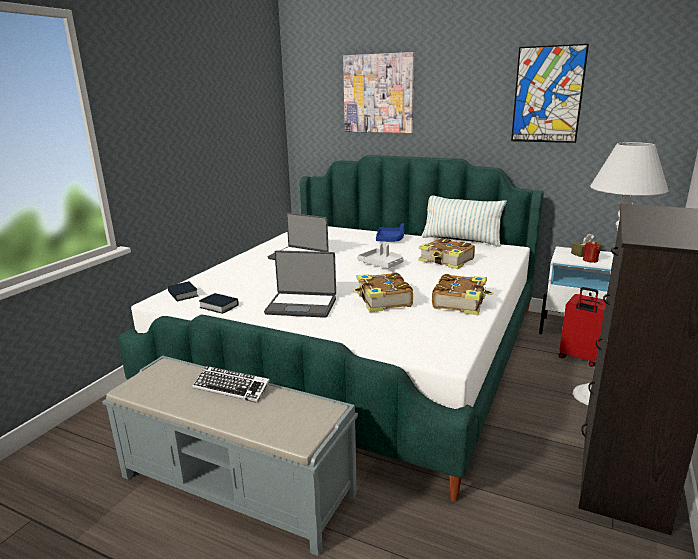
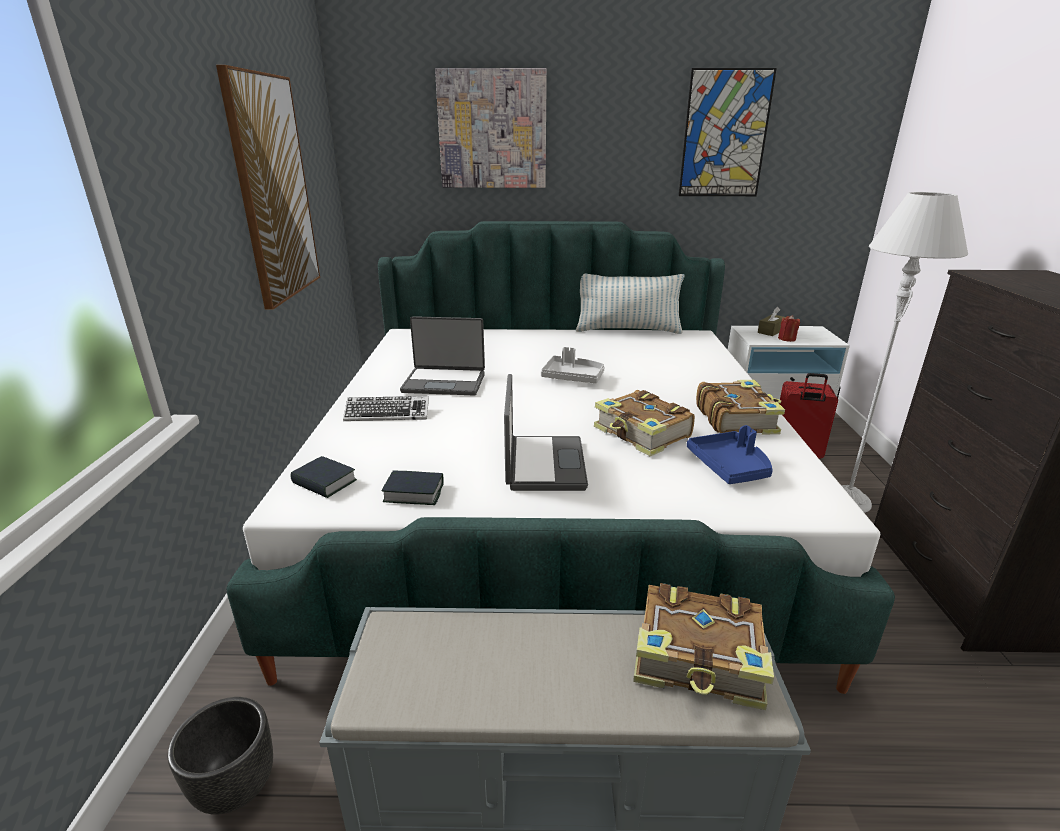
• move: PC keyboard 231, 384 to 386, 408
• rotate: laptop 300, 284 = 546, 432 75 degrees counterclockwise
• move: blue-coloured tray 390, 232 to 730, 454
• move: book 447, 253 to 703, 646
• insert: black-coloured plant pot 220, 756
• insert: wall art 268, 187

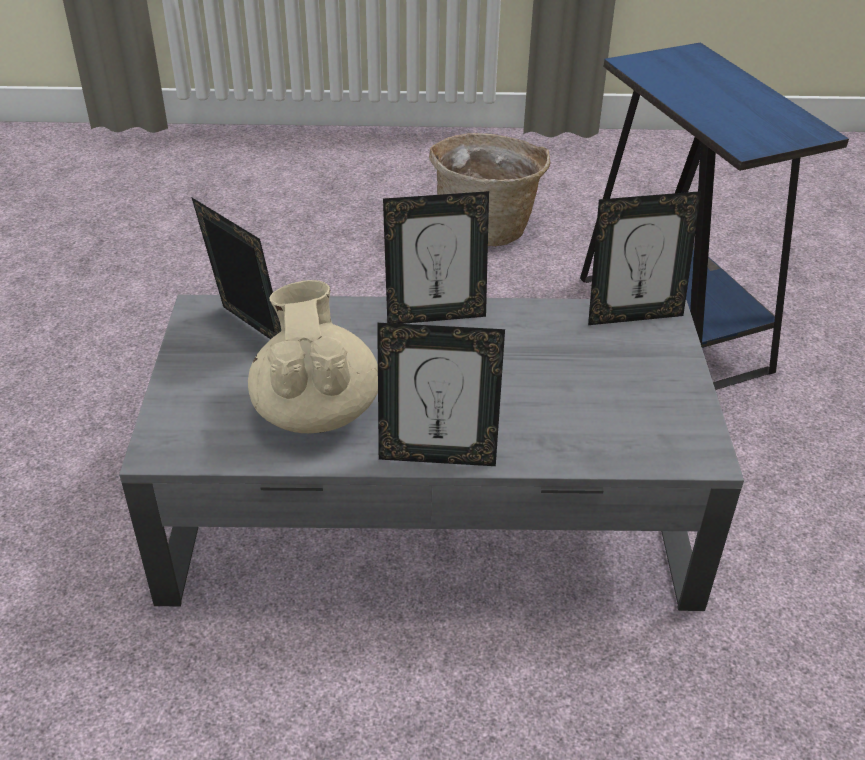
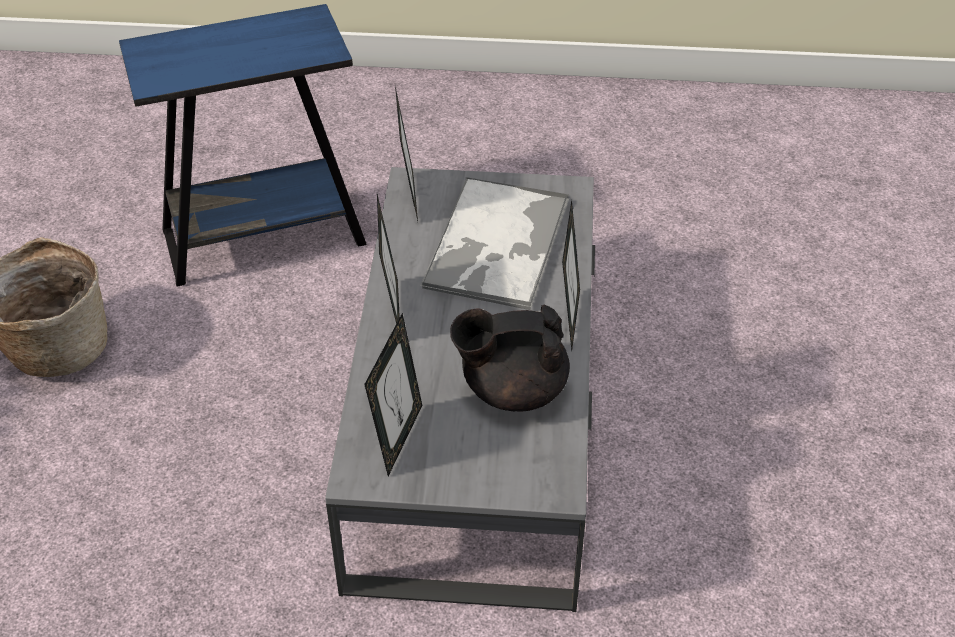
• rotate: standing frame 236, 268 = 393, 394 150 degrees clockwise
• recolor: beige-coloured teapot 313, 356 to black-coloured teapot 510, 358
• insert: tray 494, 243

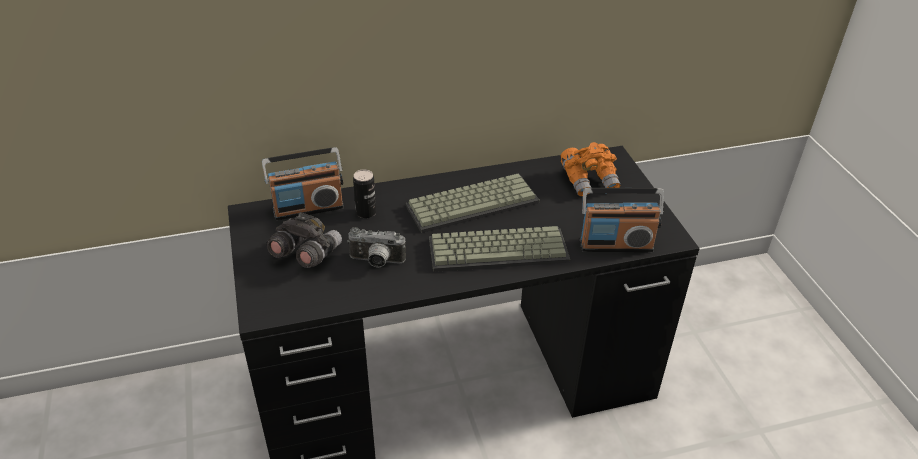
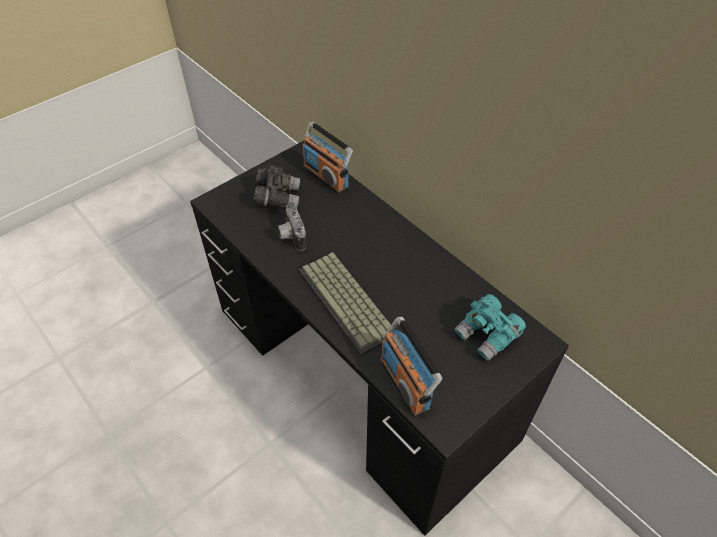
• delete: sealed can 364, 193
• delete: PC keyboard 473, 203
• recolor: orange binoculars 591, 169 to turquoise binoculars 490, 327

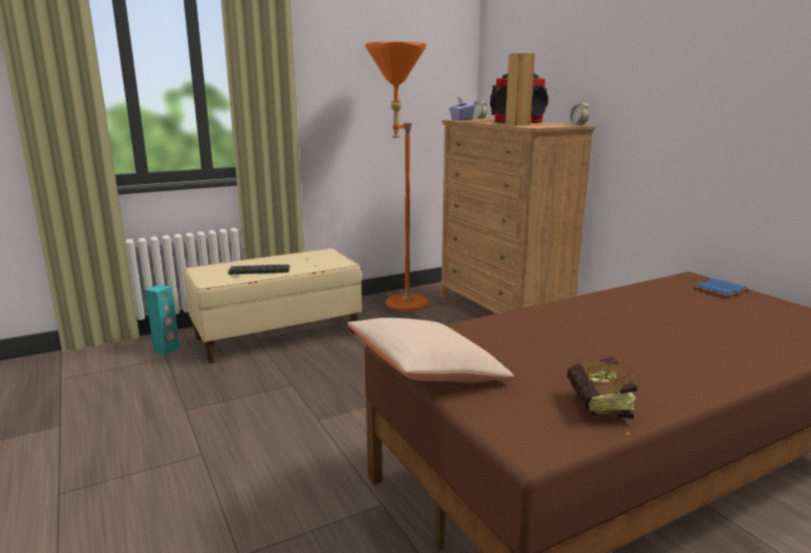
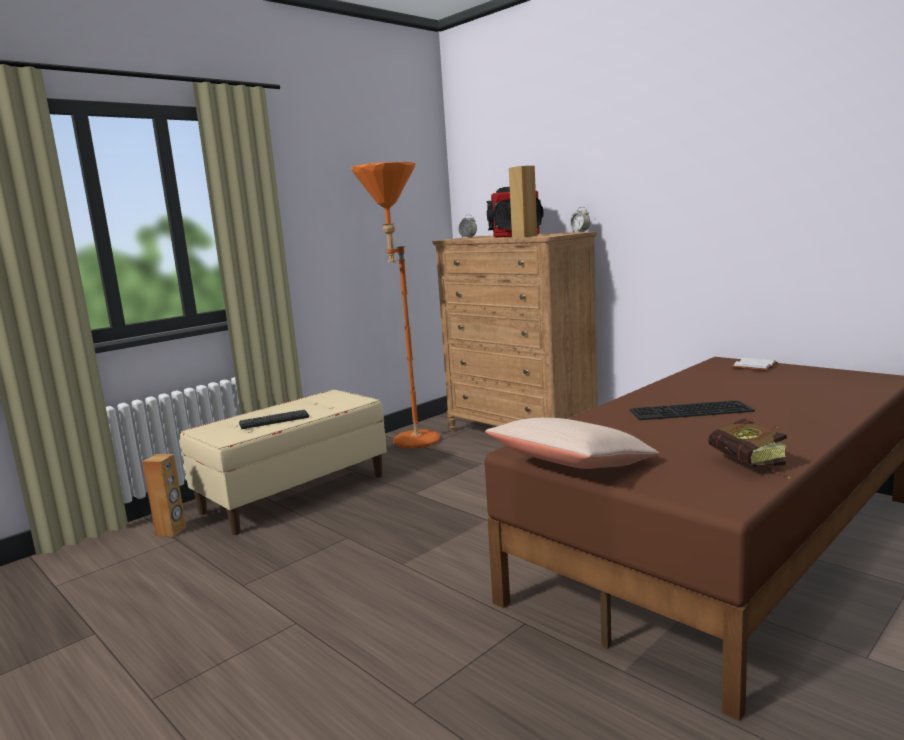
• recolor: turquoise audio speaker 162, 320 to brown audio speaker 164, 495
• delete: purple-coloured tissue holder 462, 108
• recolor: blue-coloured book 721, 288 to whitish book 755, 364
• insert: PC keyboard 692, 410

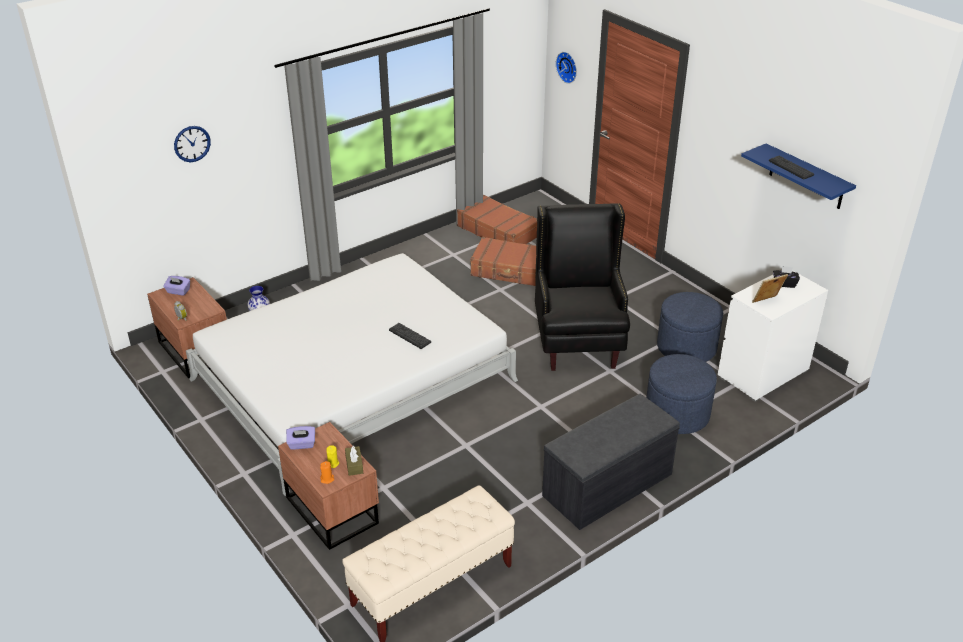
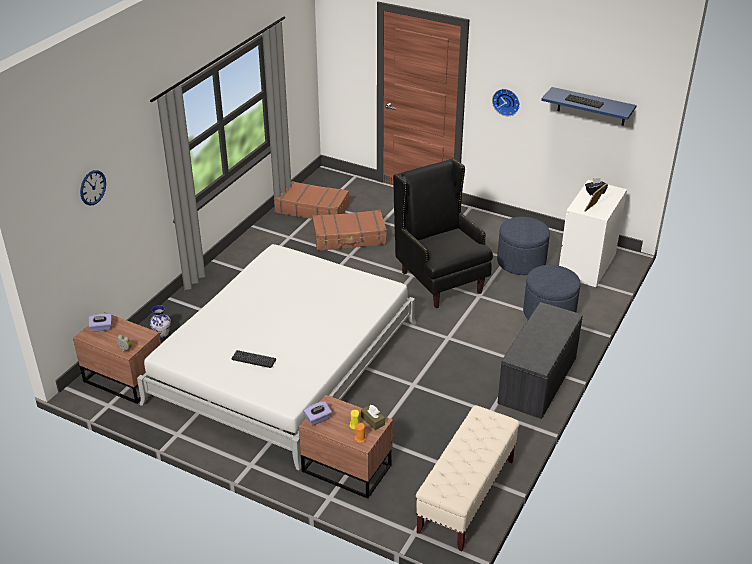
• move: PC keyboard 410, 336 to 253, 359
• move: wall clock 566, 68 to 506, 102

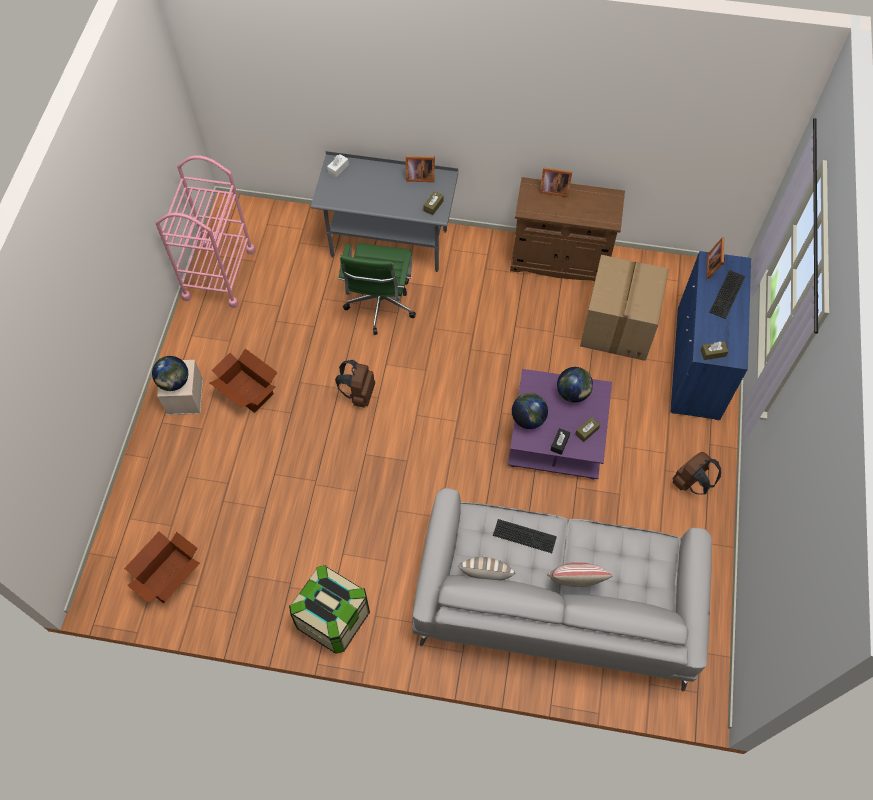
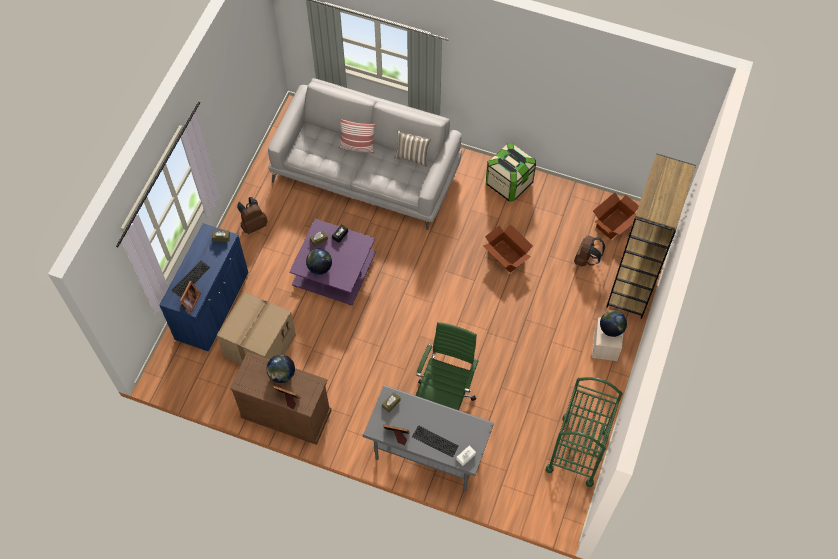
• recolor: pink cart 205, 231 to green-coloured cart 584, 432
• move: packing box 243, 381 to 508, 248
• move: brown knapsack 355, 383 to 589, 251
• move: PC keyboard 525, 536 to 435, 441
• move: world globe 530, 411 to 280, 368
• insert: brown shelving unit 651, 236

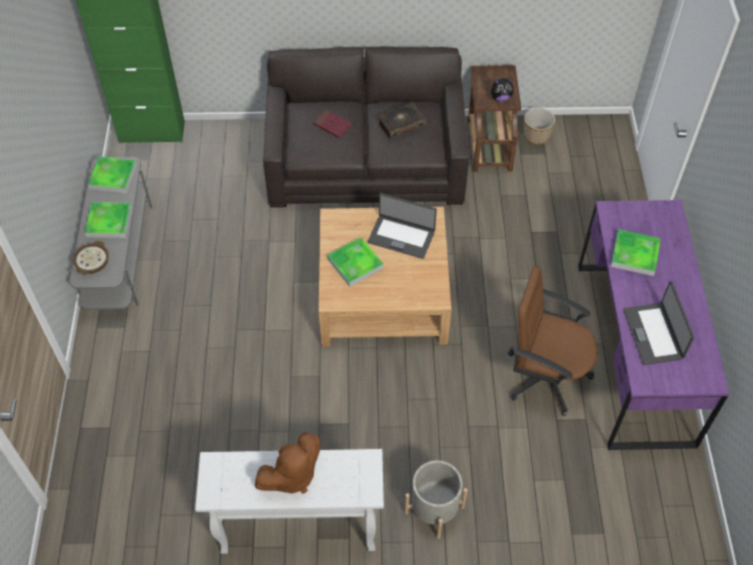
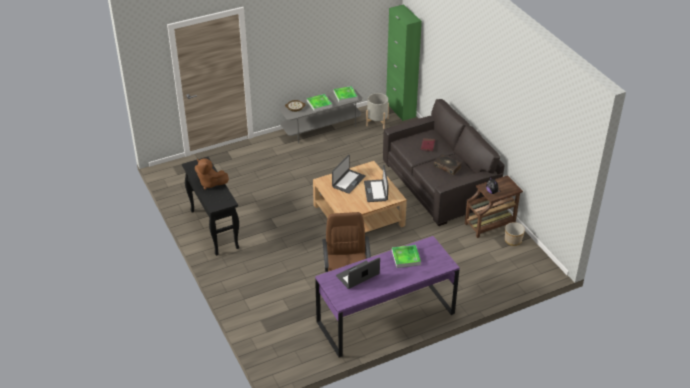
• recolor: whitish console table 289, 501 to black-coloured console table 210, 206
• replace: tray 355, 262 to laptop 349, 174
• move: greyish plant pot 436, 499 to 377, 111

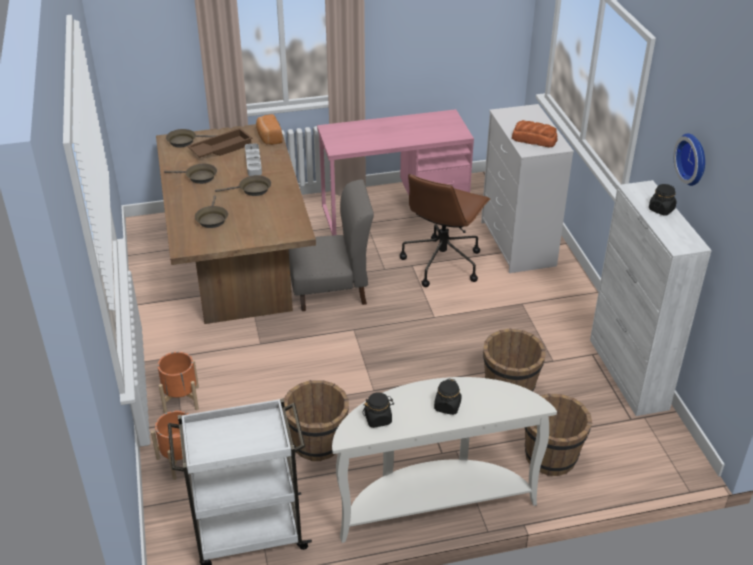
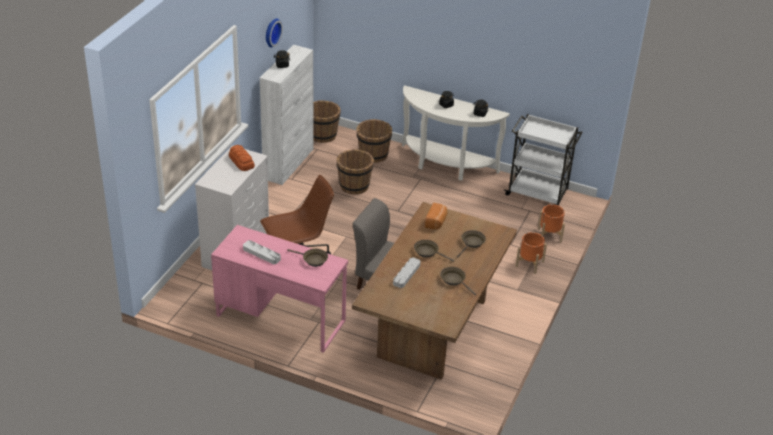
• move: brown frying pan 192, 138 to 307, 258
• delete: brown tray 220, 143
• move: bread 269, 129 to 436, 216
• move: brown pail 316, 420 to 327, 121
• insert: greyish tray 262, 252

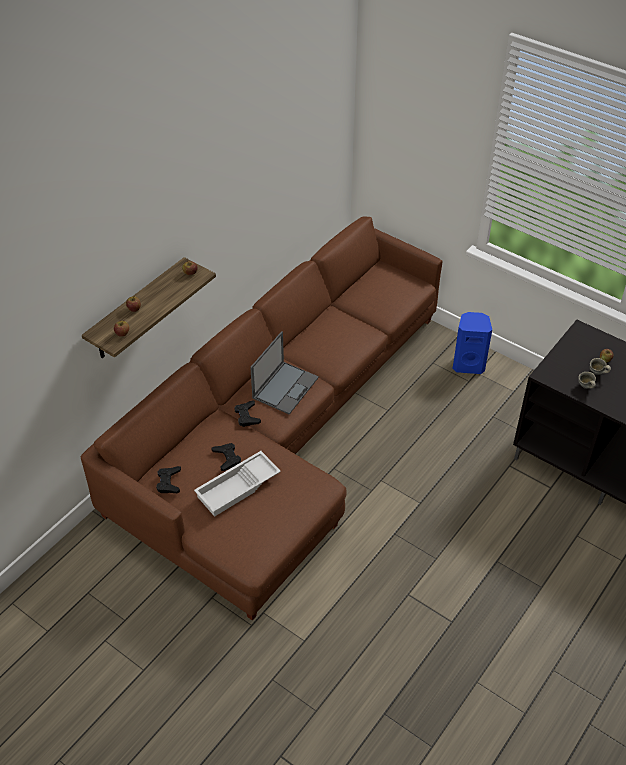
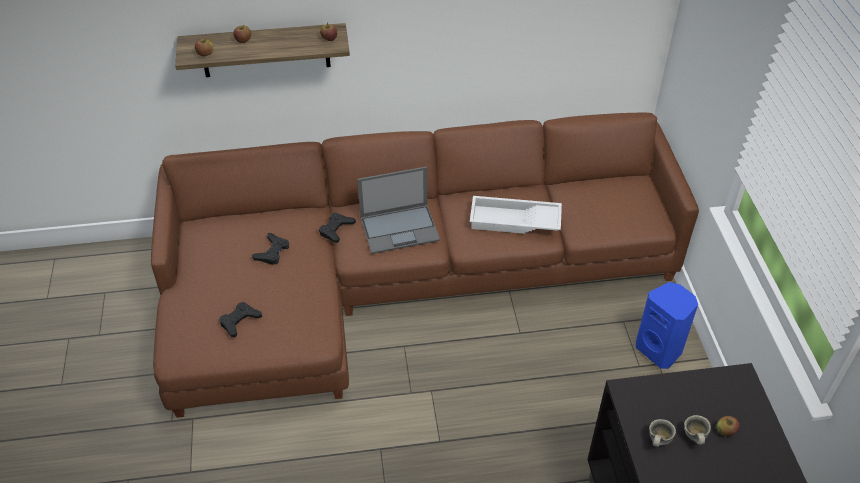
• move: black-coloured game controller 168, 479 to 240, 319
• move: whitish tray 237, 484 to 516, 215

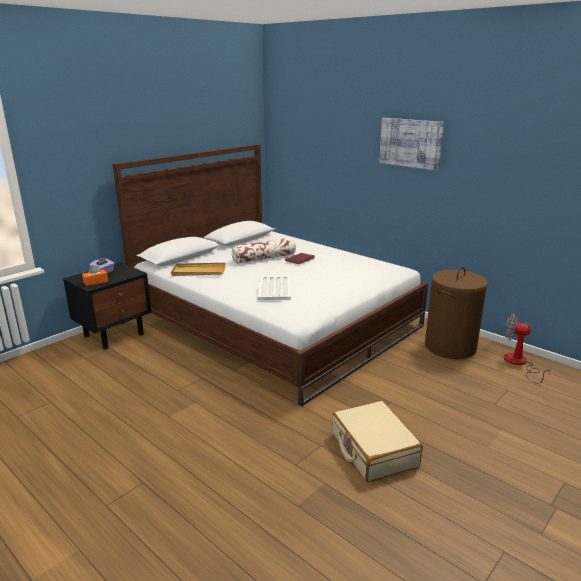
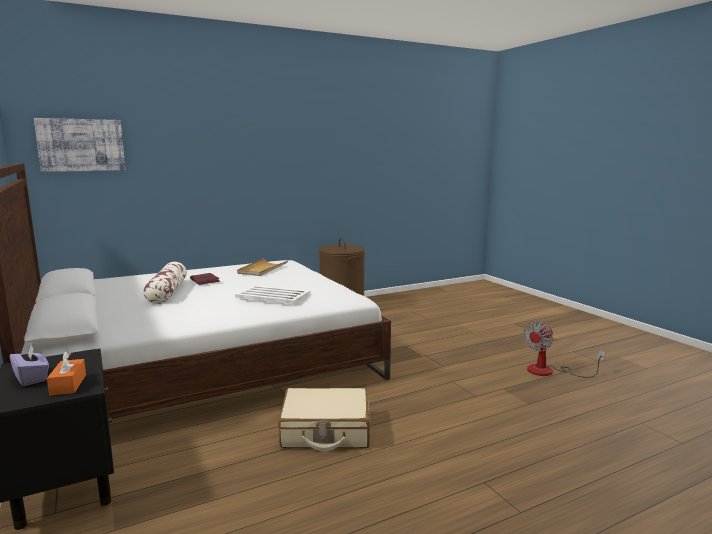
• move: beige-coloured tray 198, 269 to 262, 267
• move: beige-coloured piece of luggage 377, 441 to 324, 419
• move: wall art 411, 144 to 79, 145
• move: fan 527, 349 to 564, 349

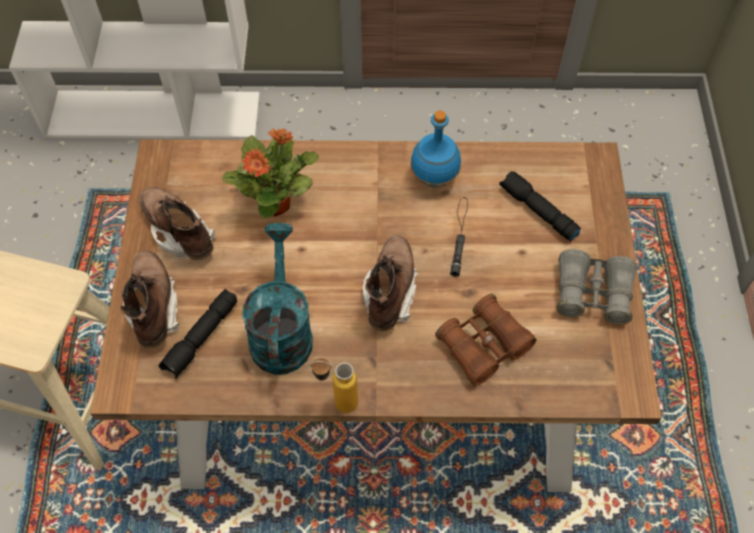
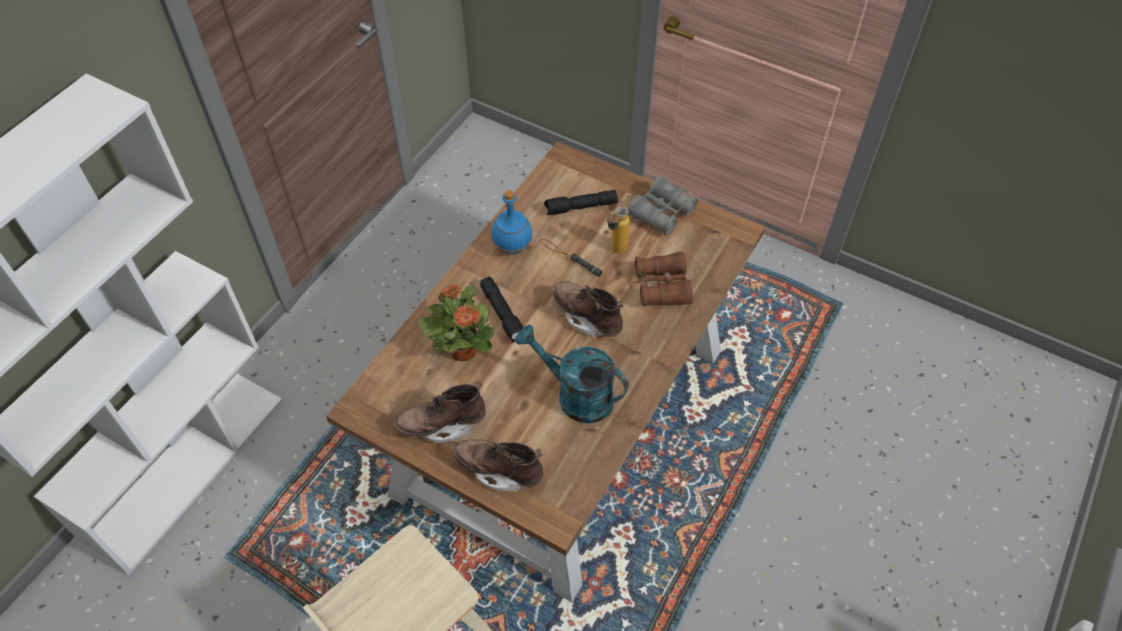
• move: black-coloured torch 198, 334 to 501, 309
• move: drink bottle 334, 385 to 618, 230

